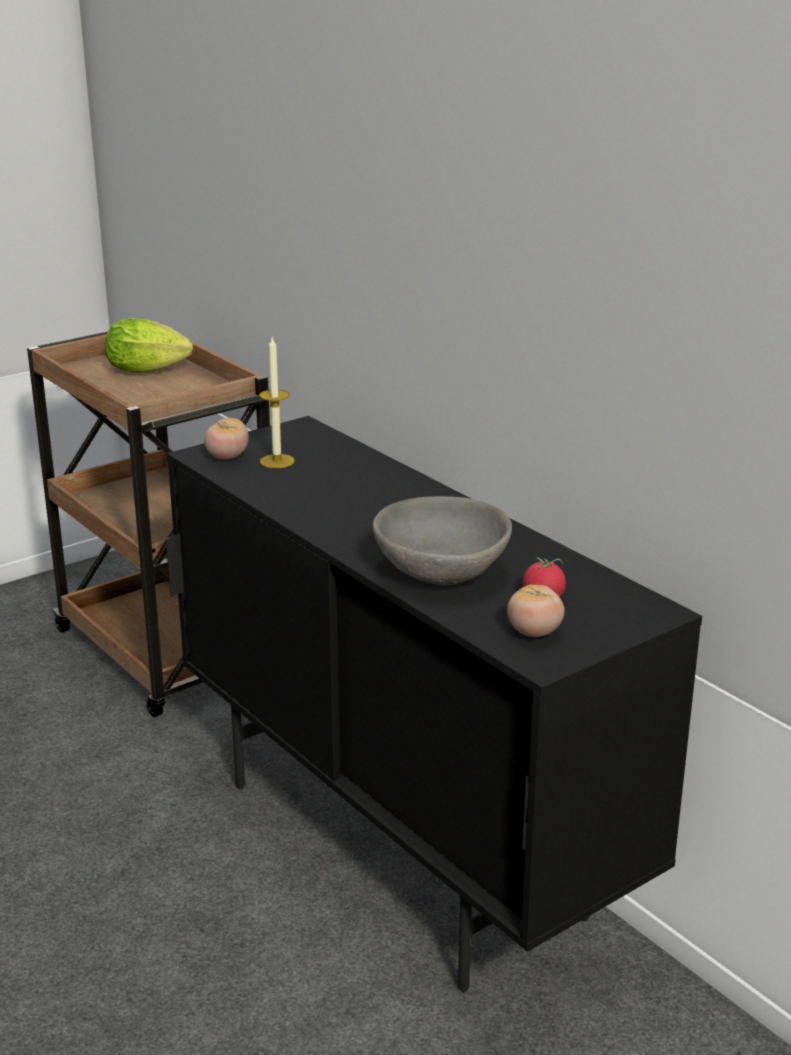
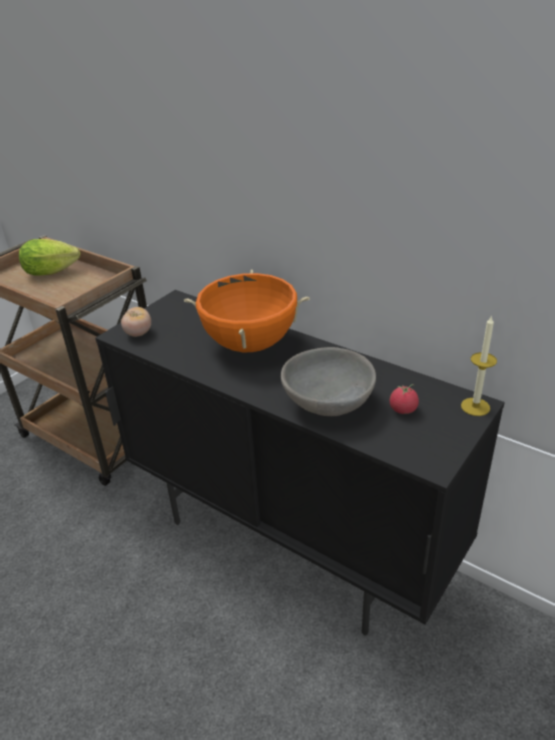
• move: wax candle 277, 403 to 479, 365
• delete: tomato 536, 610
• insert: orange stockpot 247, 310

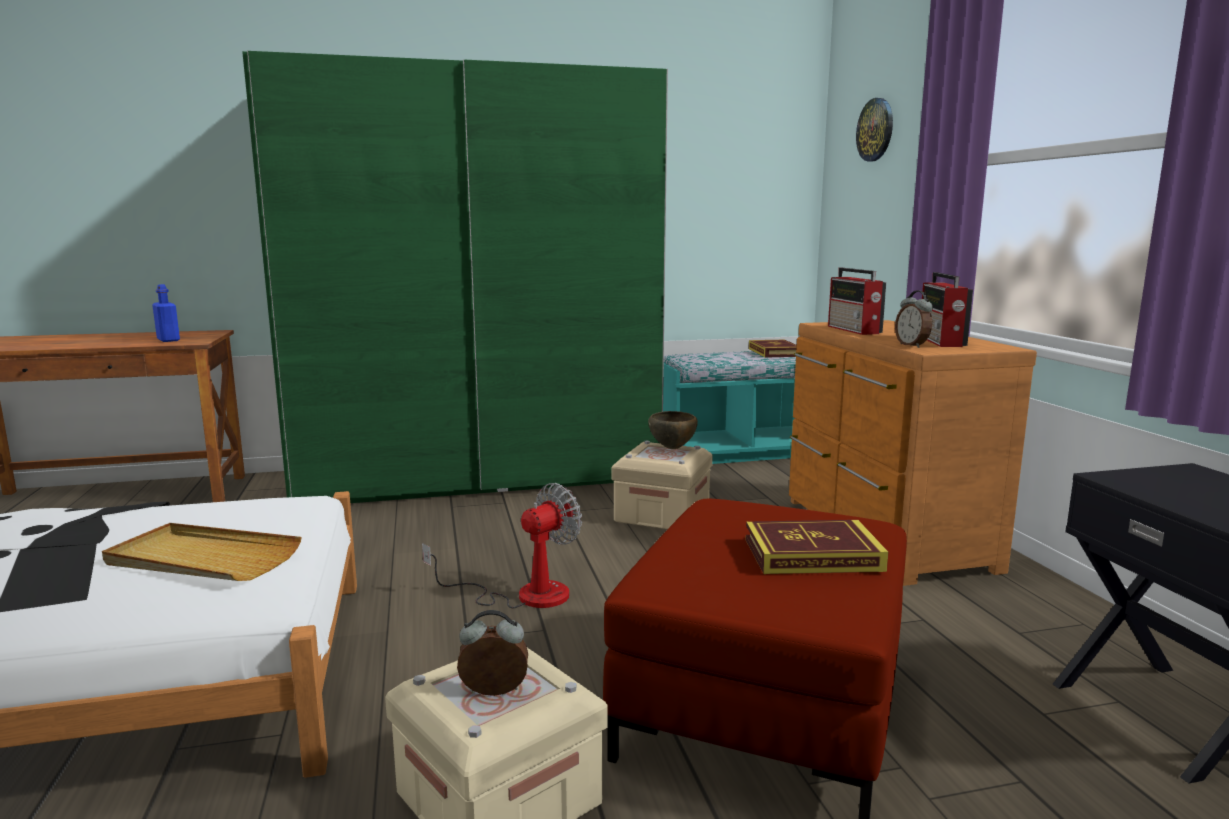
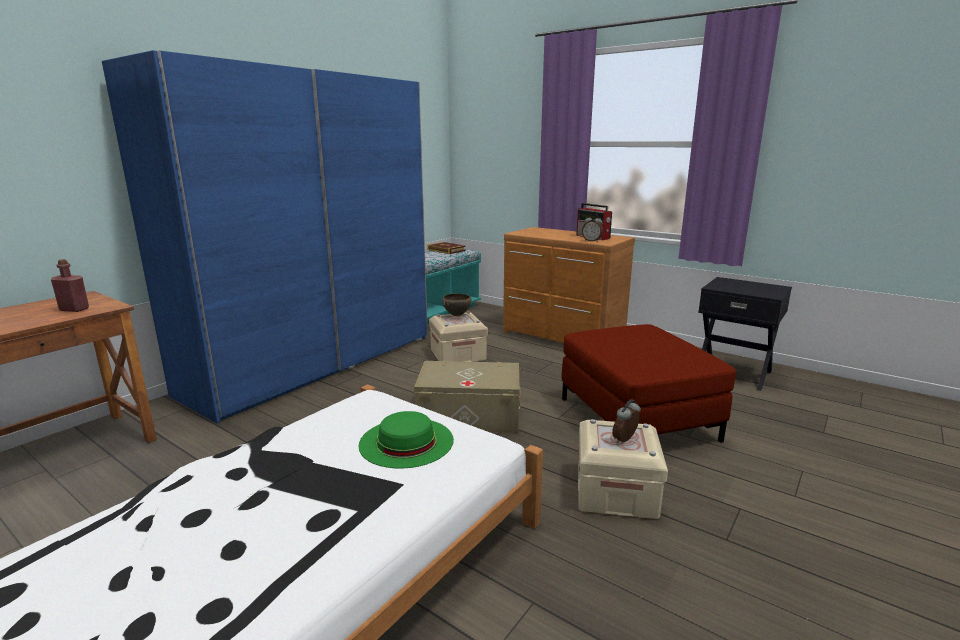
• replace: beige-coloured tray 202, 552 to green-coloured hat 406, 439
• recolor: blue-coloured drink bottle 166, 313 to red-coloured drink bottle 70, 285
• recolor: green-coloured clothes cupboard 455, 276 to blue-coloured clothes cupboard 265, 236
• replace: fan 502, 545 to beige-coloured storage bin 467, 397
• delete: book 817, 547
• delete: radio 857, 301
• delete: wall clock 874, 130

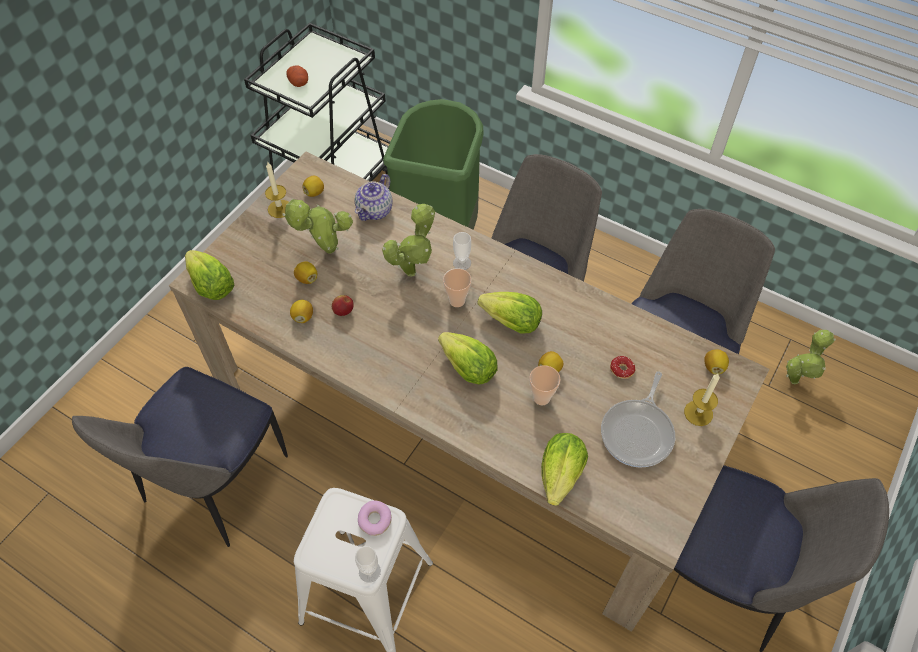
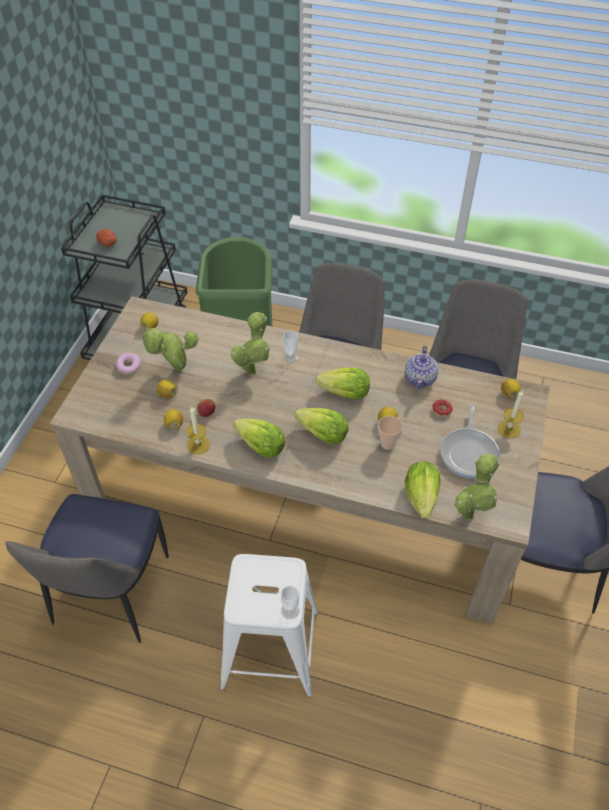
• move: head of lettuce 209, 275 to 259, 438
• move: wax candle 277, 189 to 198, 430
• move: teapot 373, 197 to 421, 367
• move: ring doughnut 375, 518 to 128, 363
• delete: cup 457, 287
• move: plant in a pot 811, 357 to 477, 487

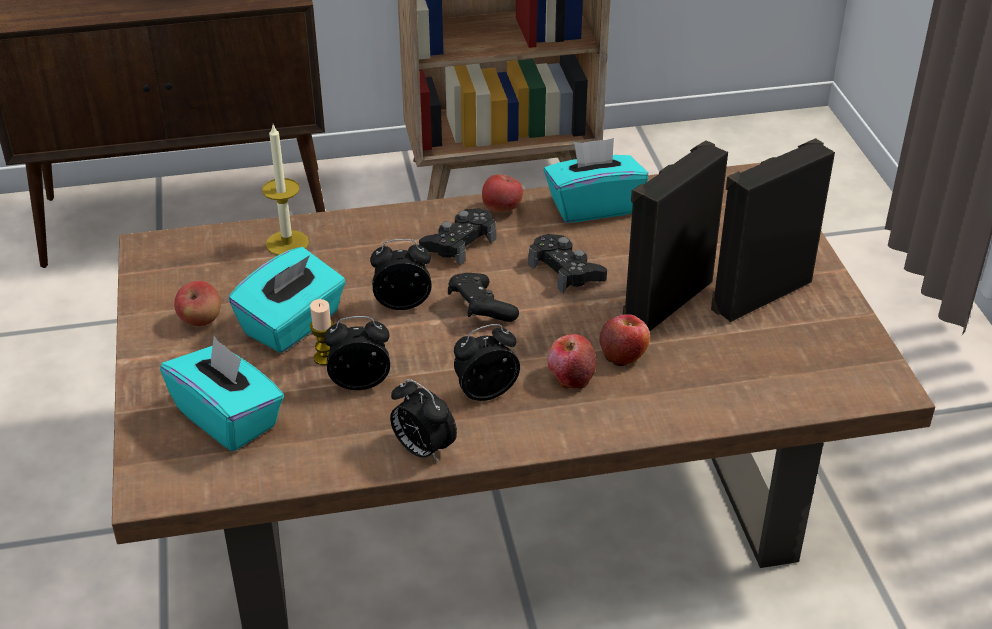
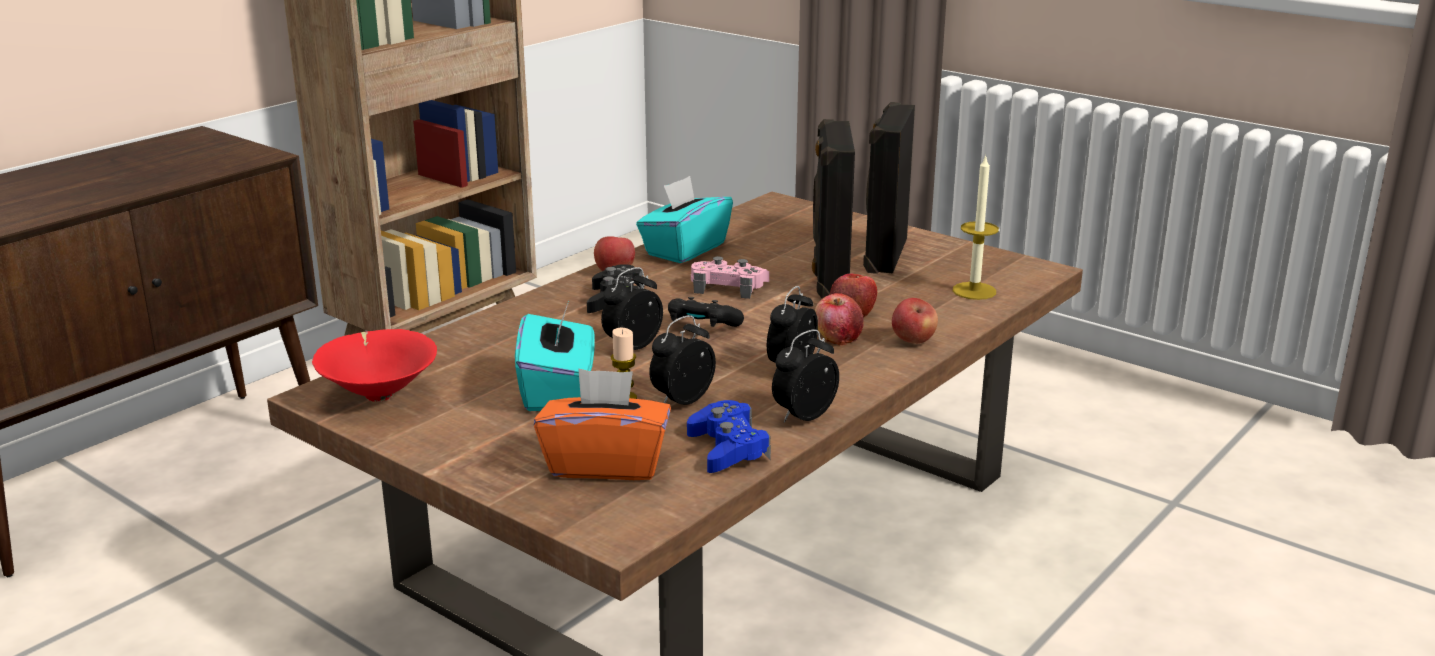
• recolor: turquoise tissue holder 222, 393 to orange tissue holder 602, 424
• move: whole apple 197, 303 to 915, 321
• move: wax candle 285, 190 to 976, 227
• rotate: alarm clock 423, 421 = 805, 376 135 degrees clockwise
• recolor: black-coloured game controller 567, 263 to pink game controller 730, 277
• insert: red-coloured bowl 374, 365
• insert: blue-coloured game controller 729, 436

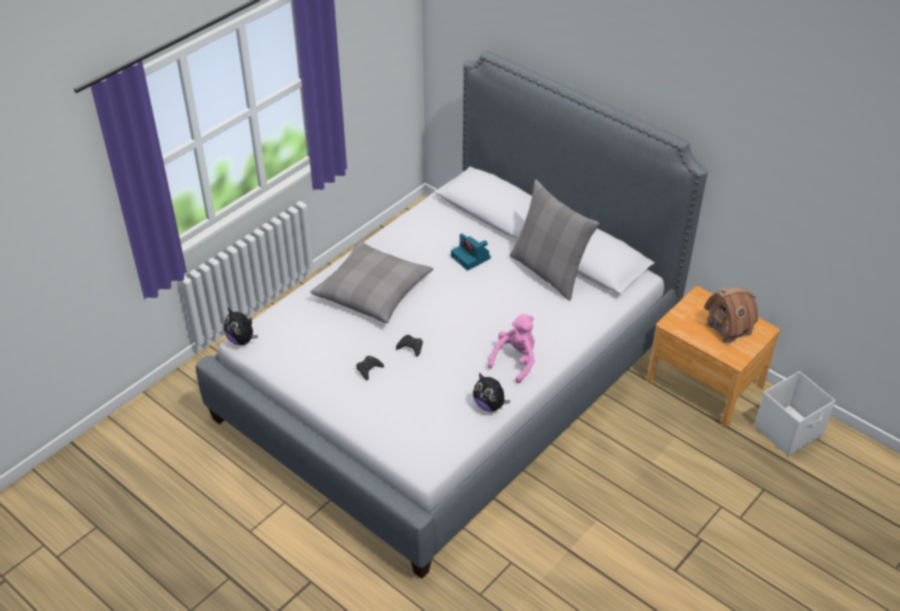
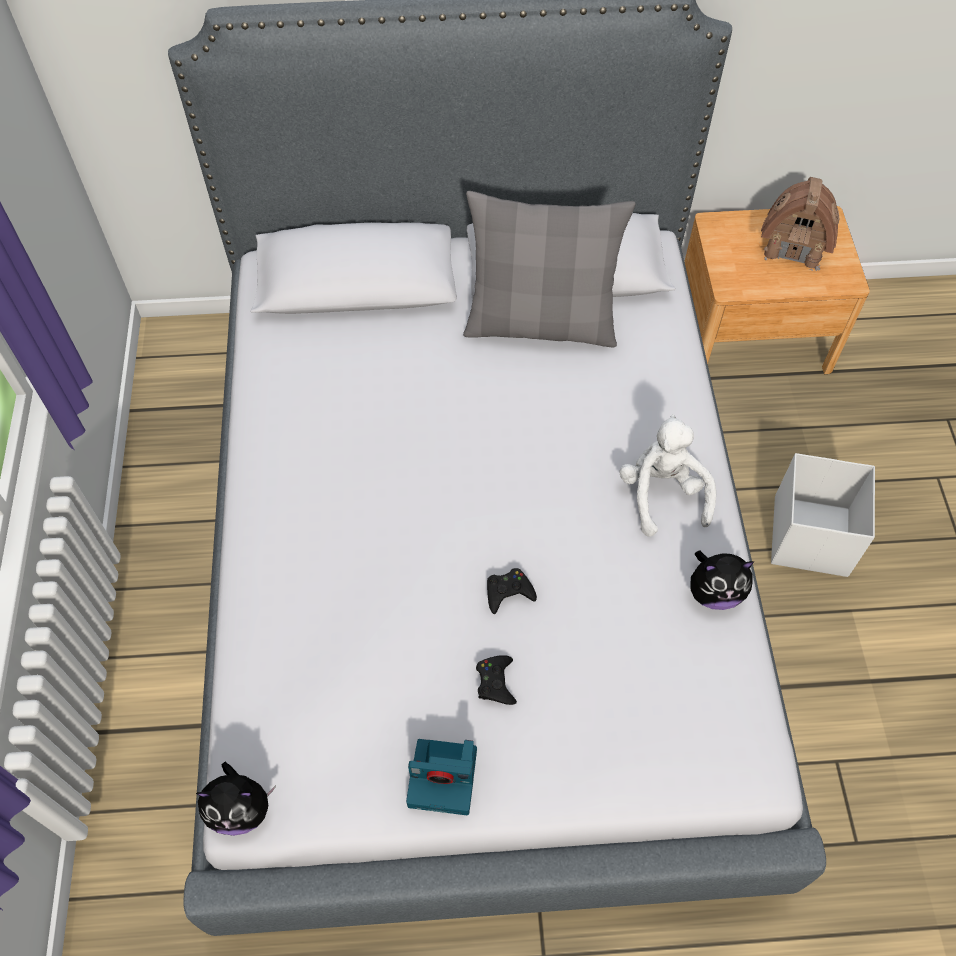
• delete: greyish throw pillow 372, 281
• move: still camera 471, 252 to 441, 777
• recolor: pink cuddly toy 511, 348 to whitish cuddly toy 667, 475
• move: whitish storage bin 795, 413 to 823, 515

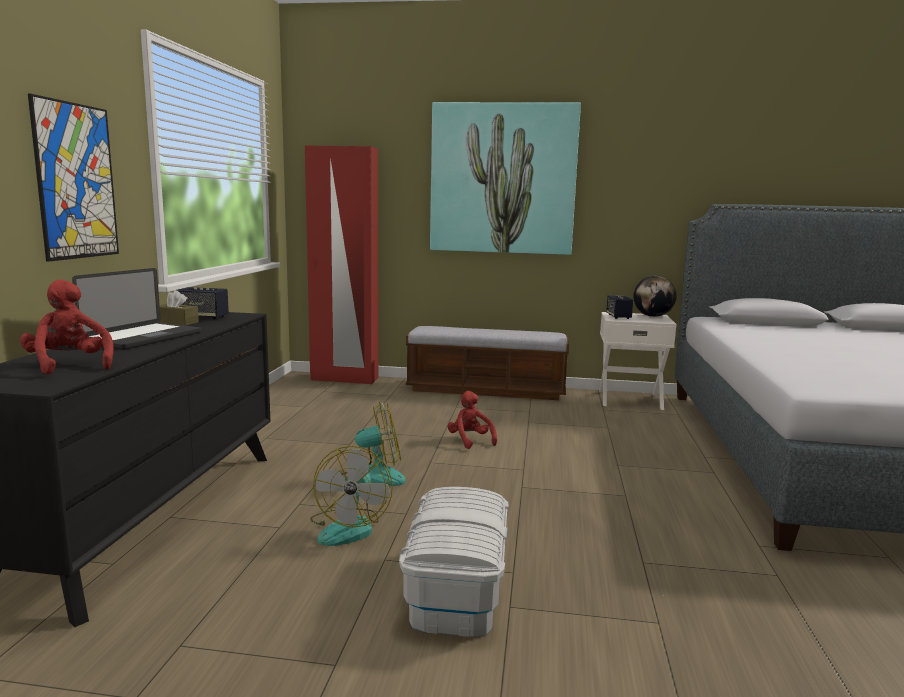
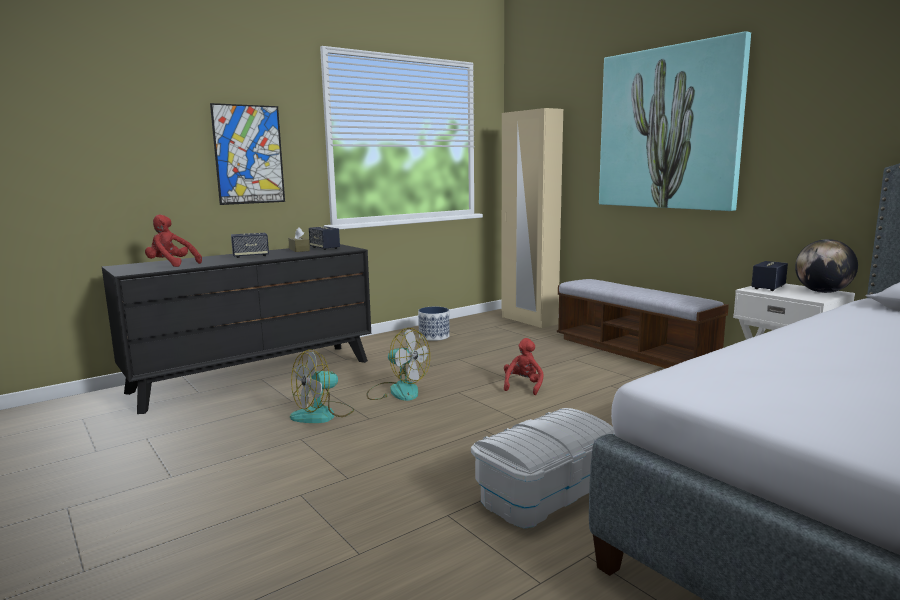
• rotate: red-coloured cuddly toy 67, 326 = 173, 240 75 degrees counterclockwise
• replace: laptop 136, 309 to audio speaker 250, 245
• recolor: red-coloured clothes cupboard 341, 265 to beige-coloured clothes cupboard 532, 218
• move: whitish storage bin 454, 562 to 543, 468
• insert: plant pot 434, 324

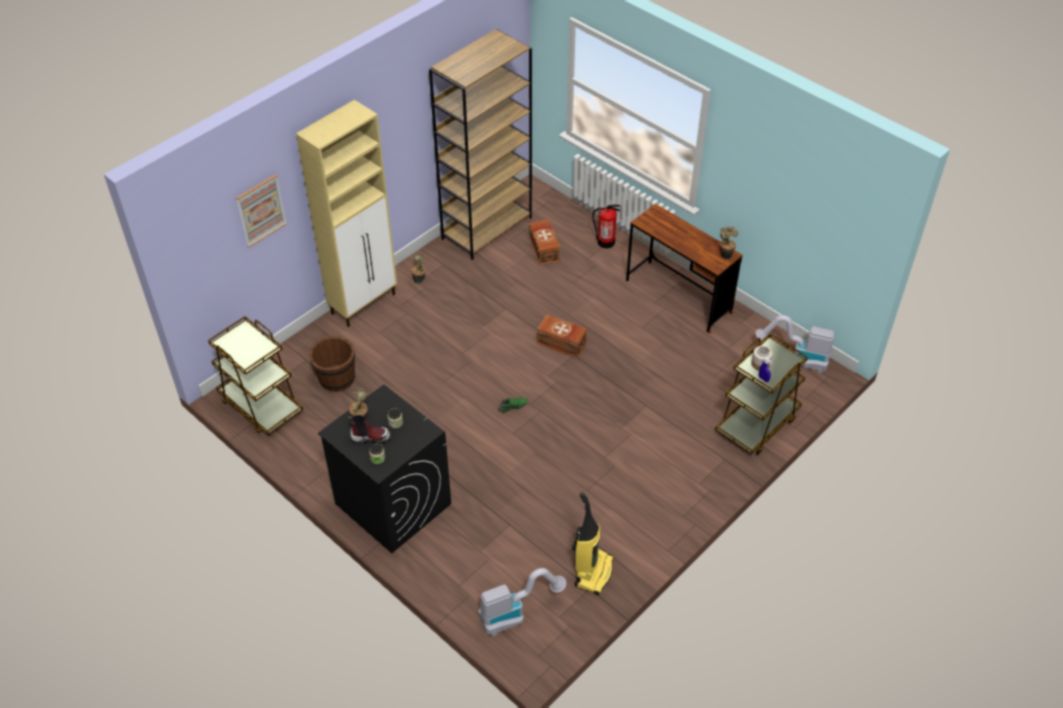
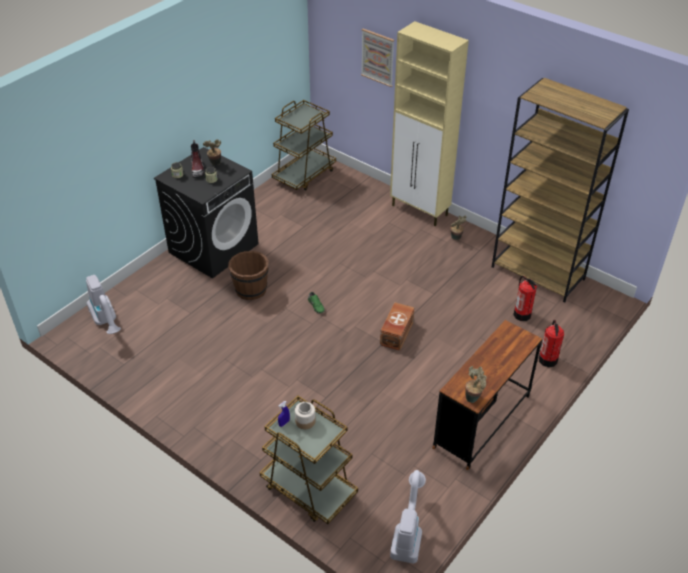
• move: brown pail 332, 364 to 248, 275
• replace: brown storage bin 544, 242 to extinguisher 525, 298
• delete: vacuum 593, 543

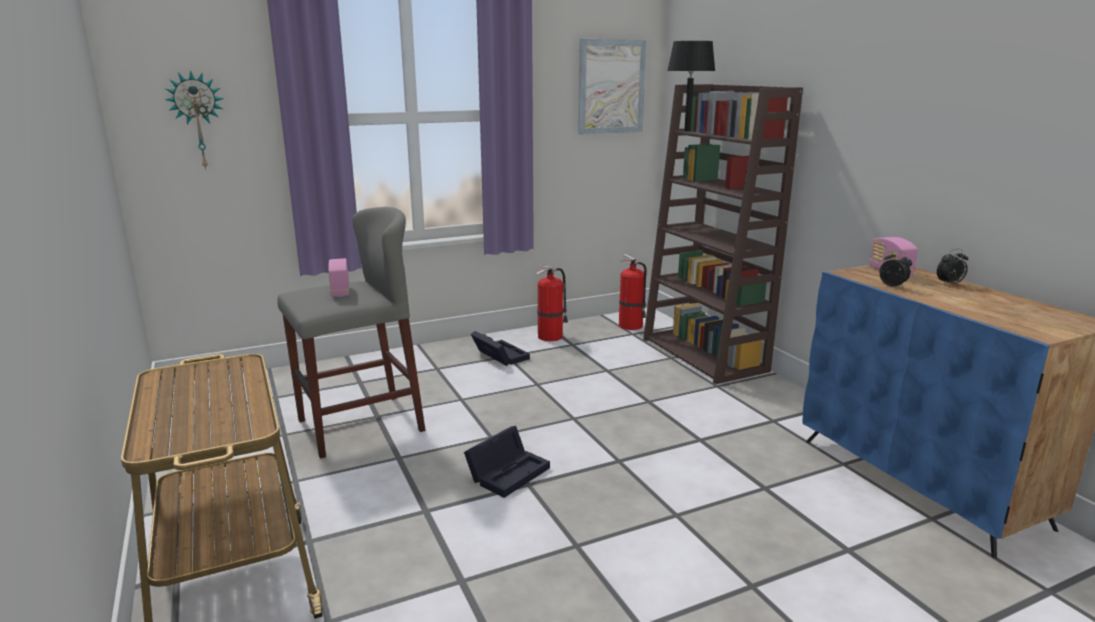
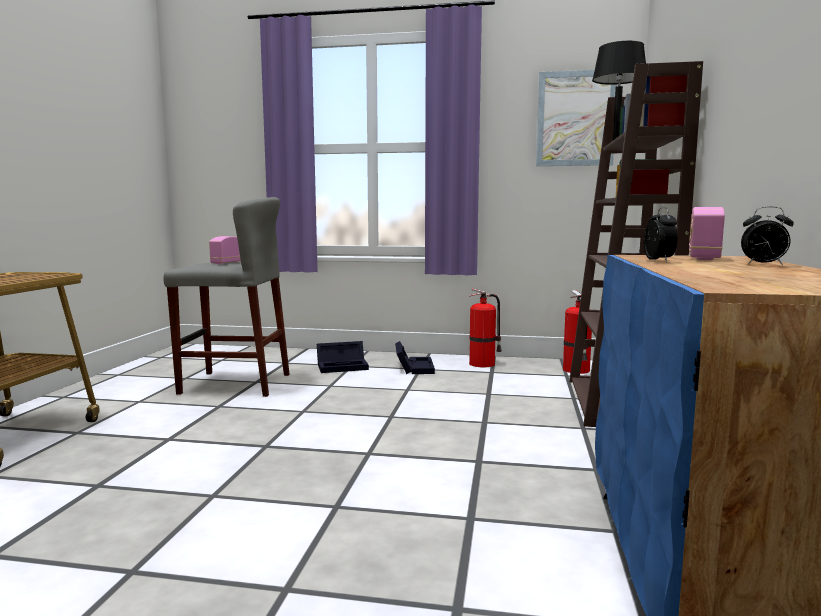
• delete: wall clock 194, 120
• move: black-coloured storage bin 507, 462 to 343, 357

